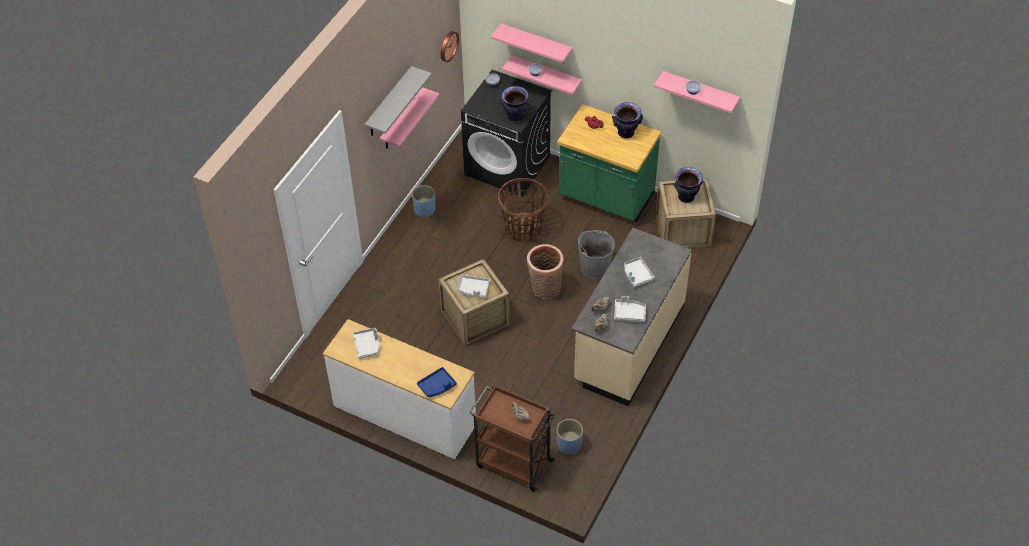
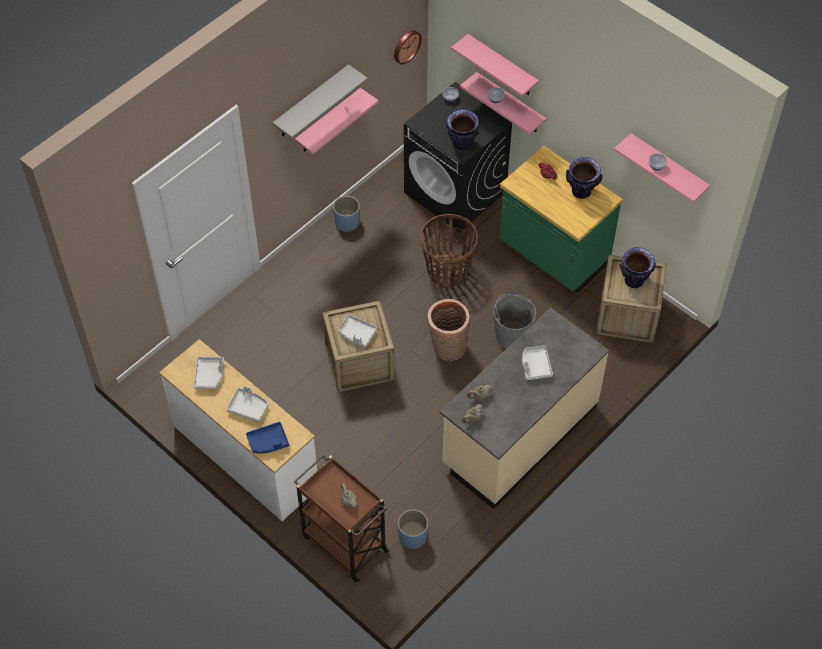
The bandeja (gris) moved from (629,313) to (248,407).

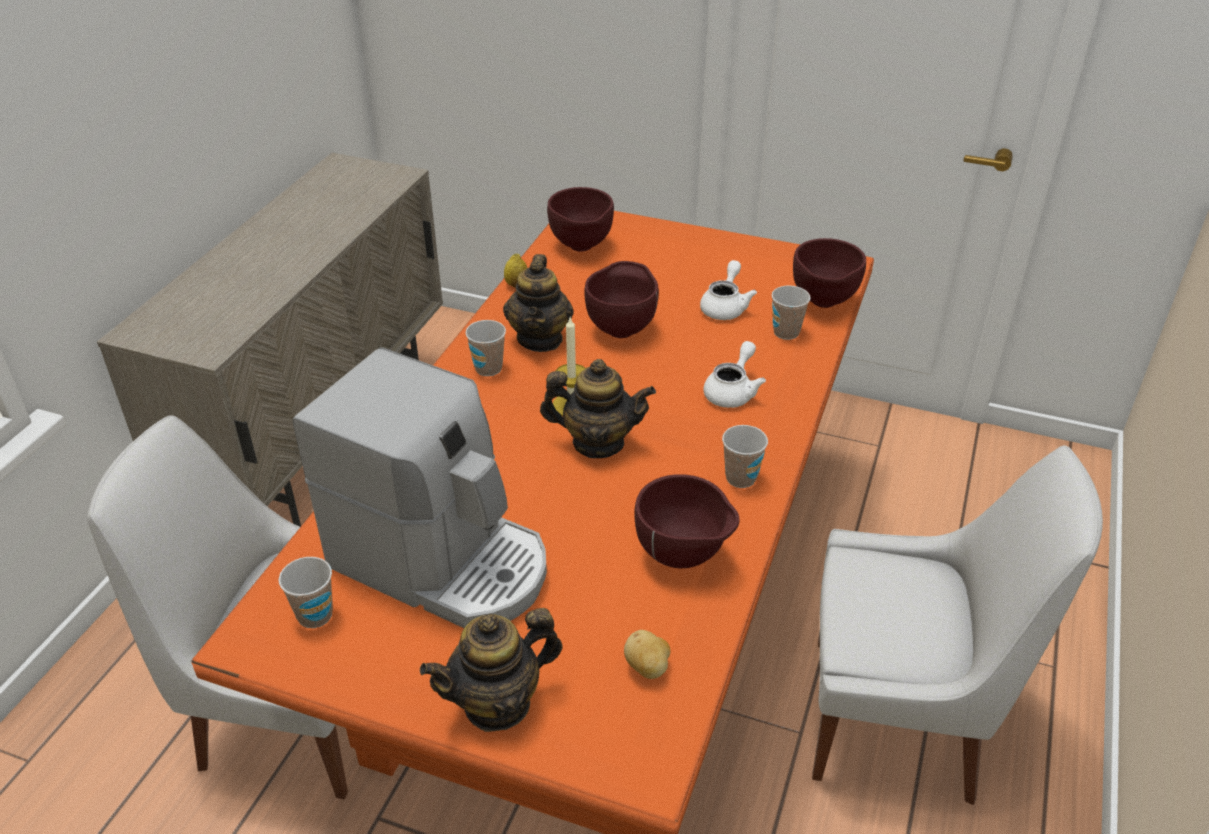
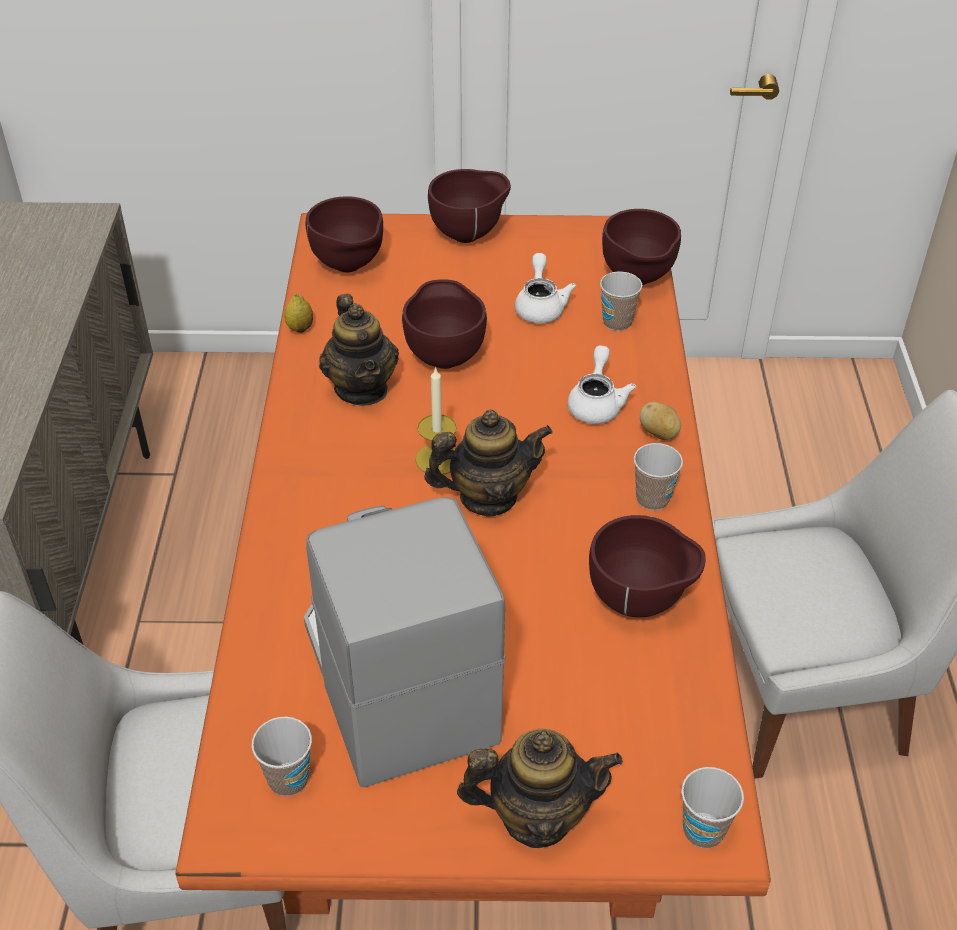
The cuenco (marrón) at (469,235) appeared.
The taza moved from (488,368) to (703,830).
The patata moved from (647,668) to (659,434).
The cafetera at (443,562) turned 120 degrees counterclockwise.
The tetera at (497,704) turned 135 degrees counterclockwise.

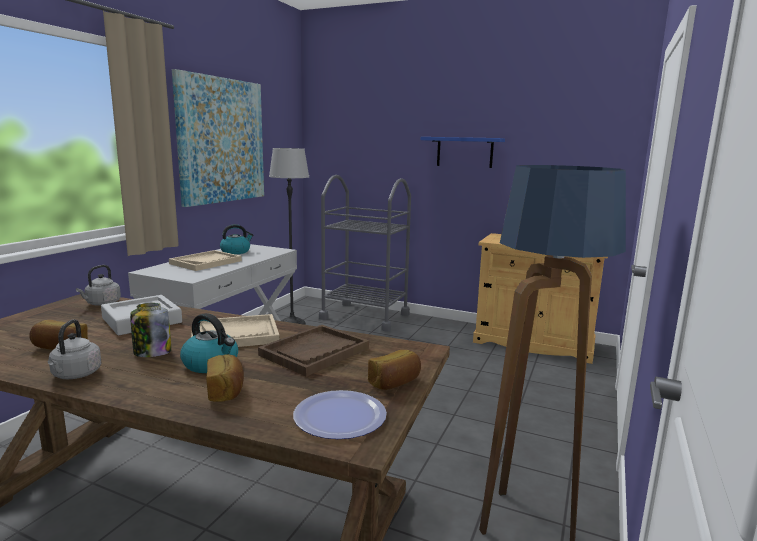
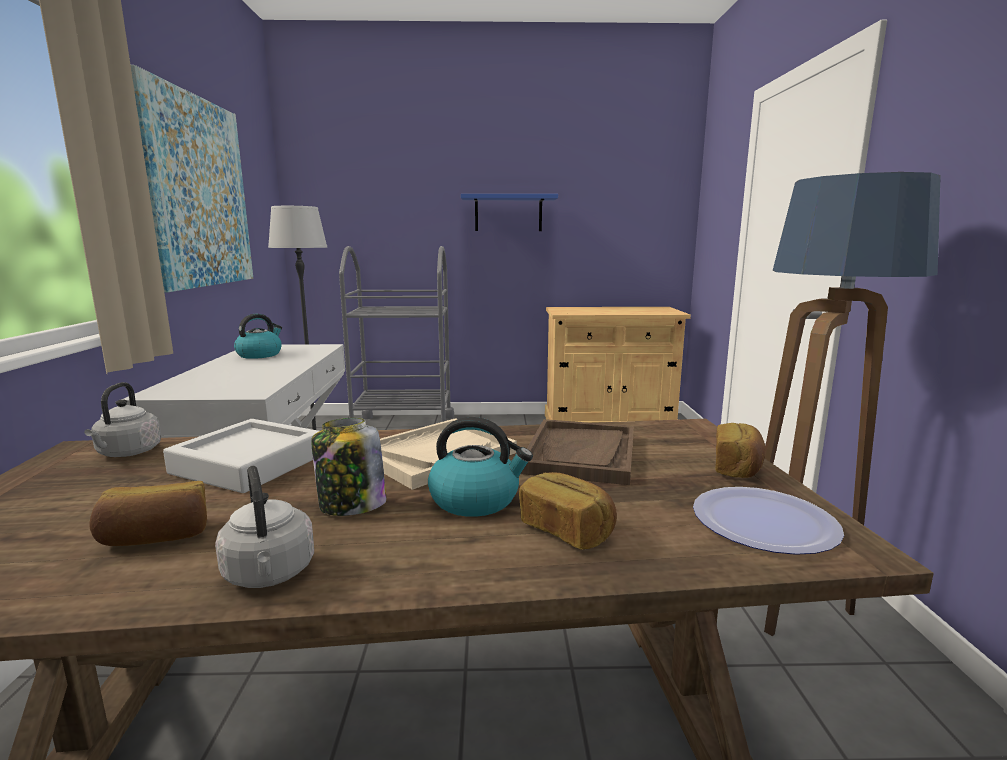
The bandeja (beis) at (206,262) disappeared.

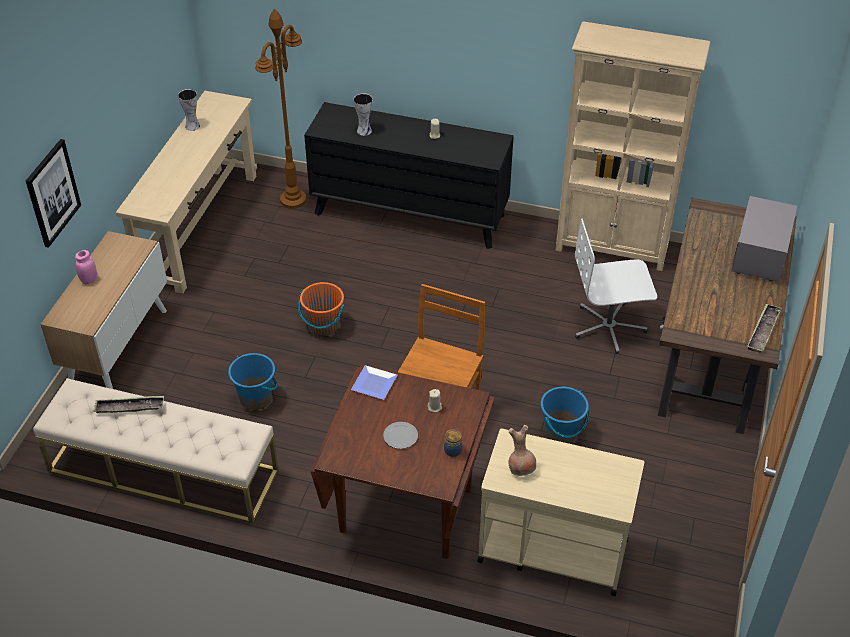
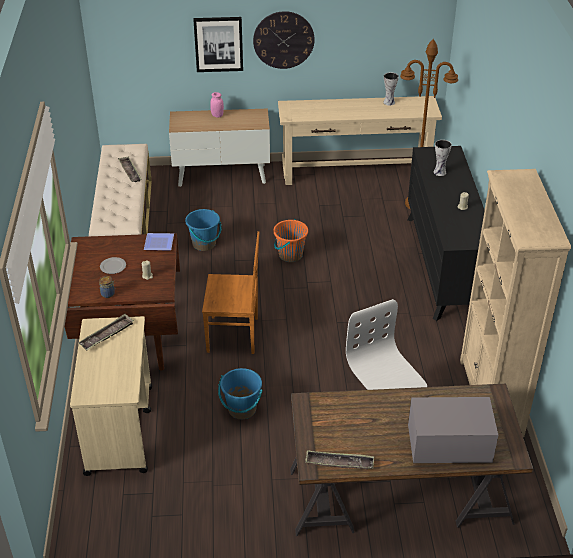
The reloj de pared at (283,40) appeared.
The florero (marrón) at (521,468) was replaced by the bandeja at (107,335).

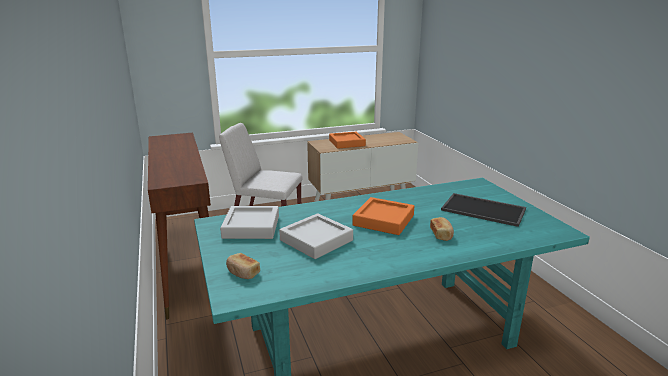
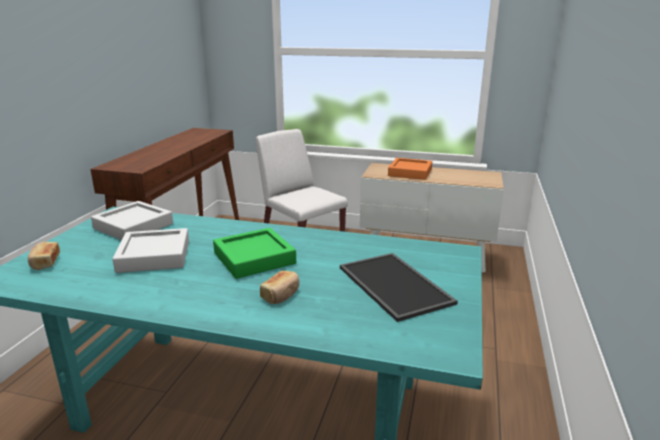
The bandeja (naranja) at (383,220) became the bandeja (verde) at (254,258).

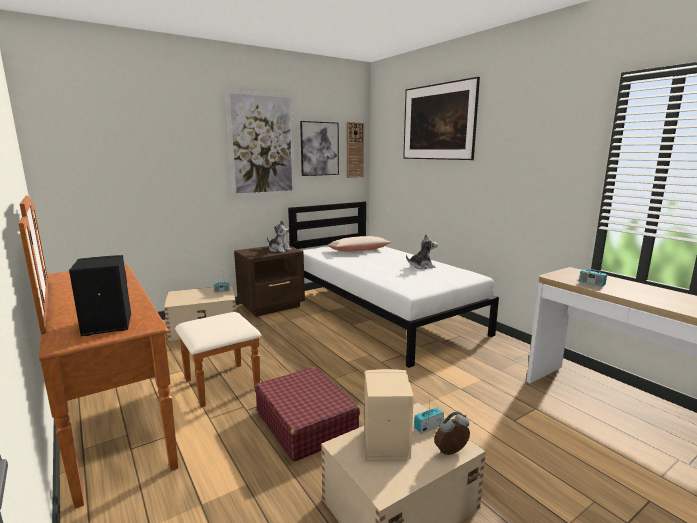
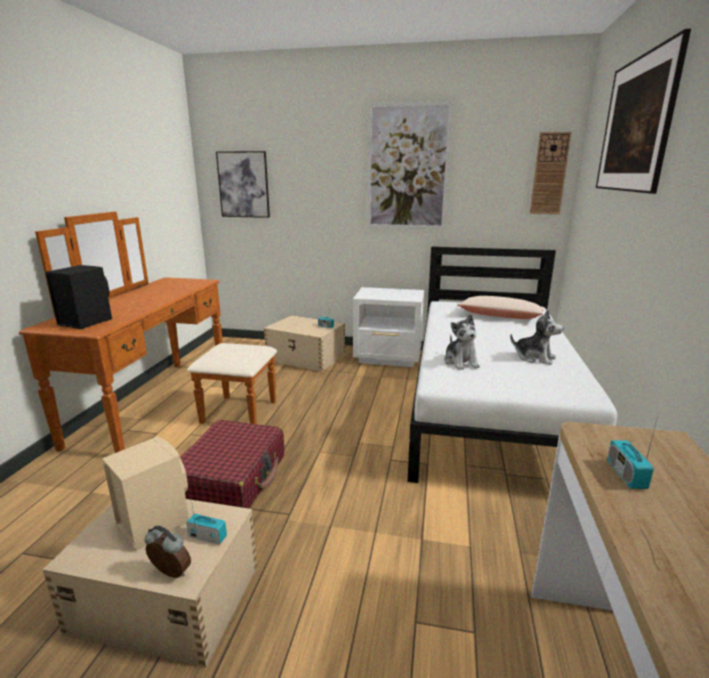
The peluche moved from (279,250) to (460,362).
The cuadro moved from (319,149) to (243,184).
The mesita de noche (marrón) at (272,306) became the mesita de noche (blanco) at (389,358).

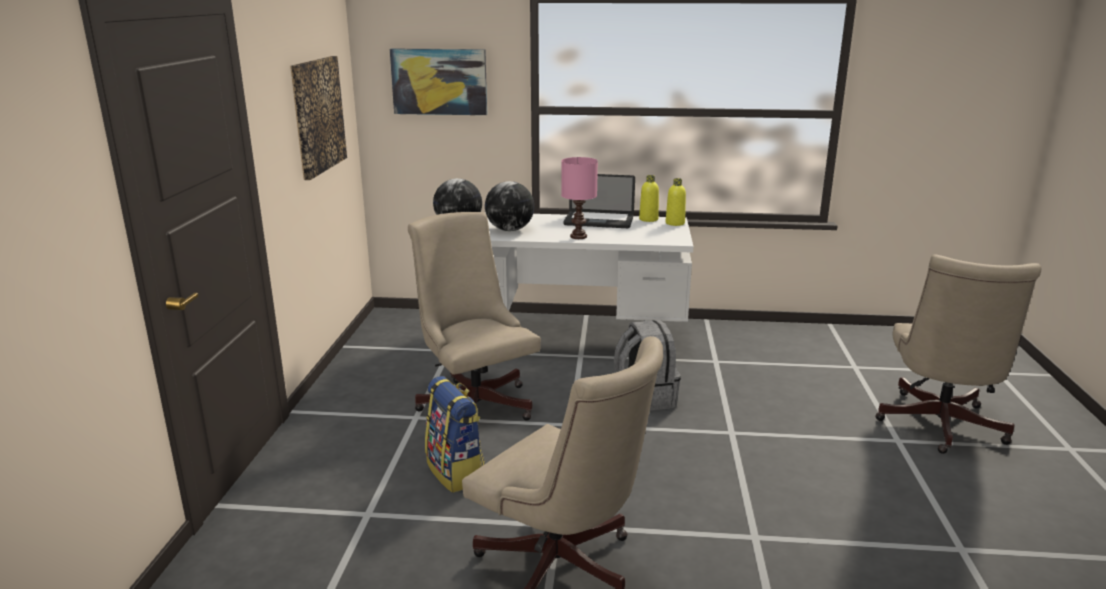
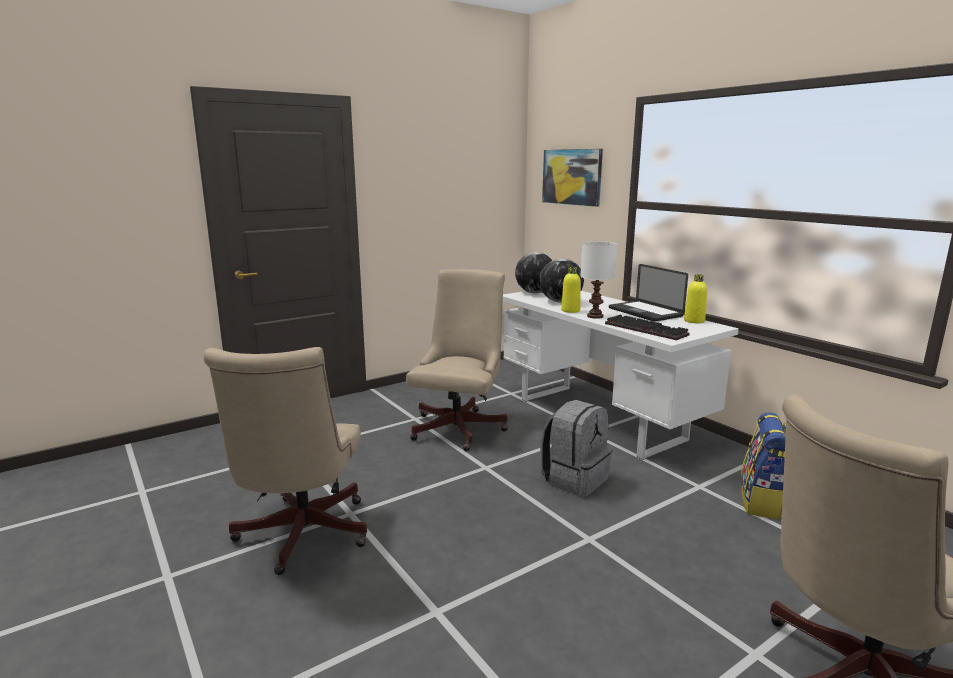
The cuadro at (318,115) disappeared.
The teclado at (647,329) appeared.
The mochila moved from (457,472) to (763,503).
The botella (amarillo) moved from (675,223) to (570,310).
The lámpara de mesa (rosa) at (578,237) became the lámpara de mesa (blanco) at (594,316).

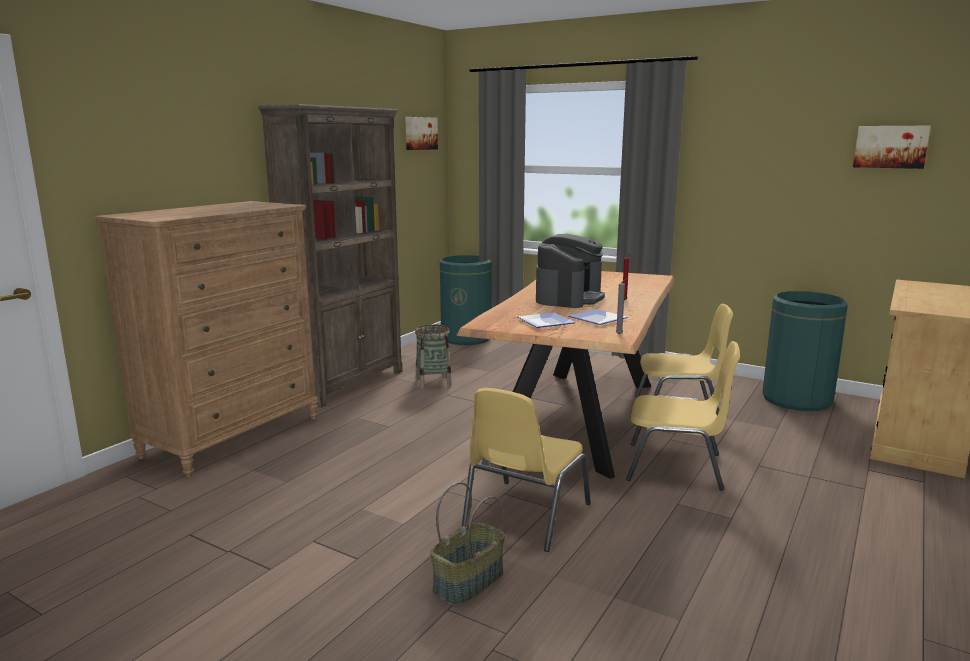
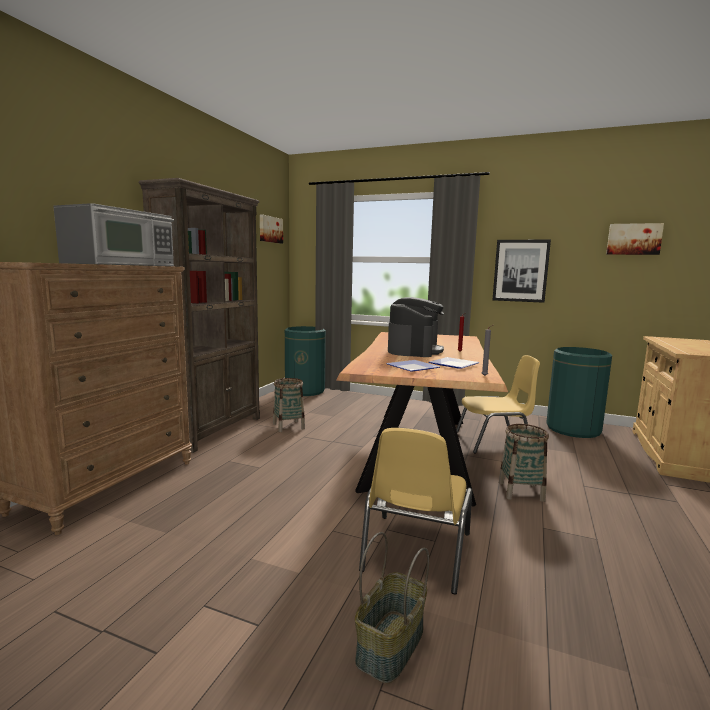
The microondas at (122,264) appeared.
The cuadro at (520,270) appeared.
The silla (amarillo) at (676,467) was replaced by the cesta at (521,491).

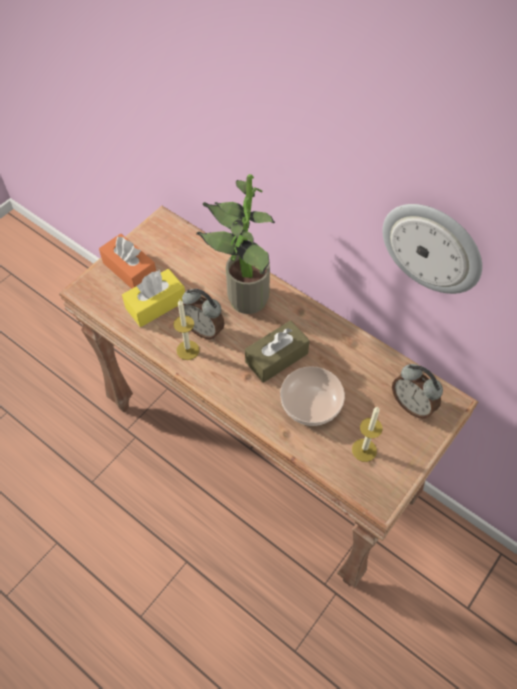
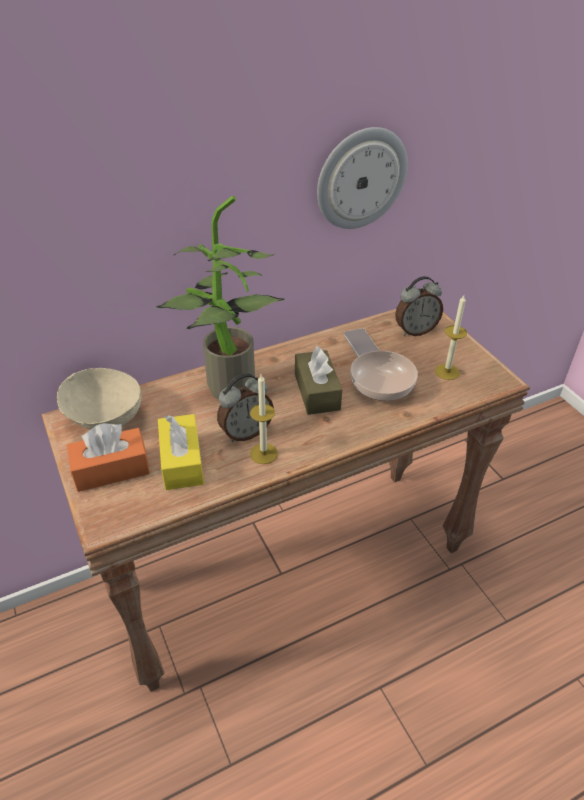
The cuenco (beis) at (104,418) appeared.
The móvil at (362,345) appeared.

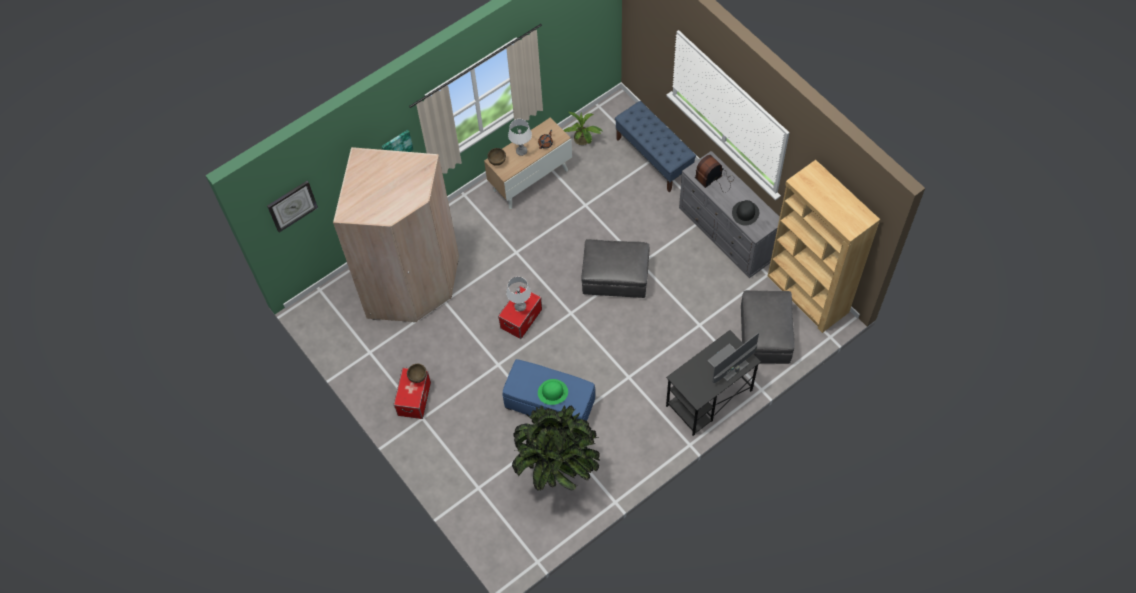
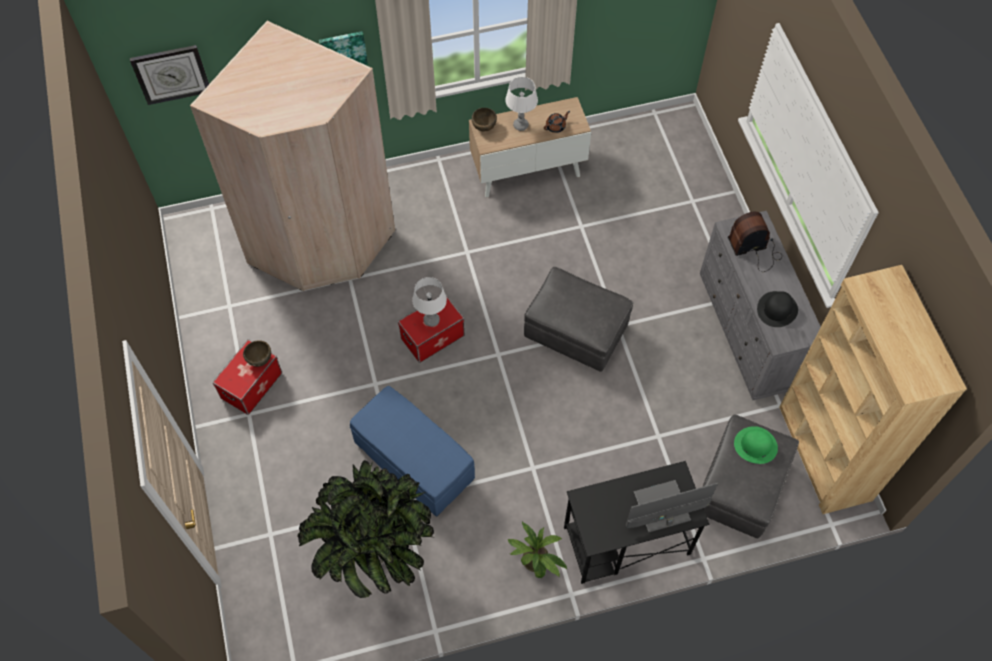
The banco (azul) at (654,157) disappeared.
The sombrero (verde) moved from (552,392) to (755,445).
The planta en maceta moved from (583,140) to (536,563).

